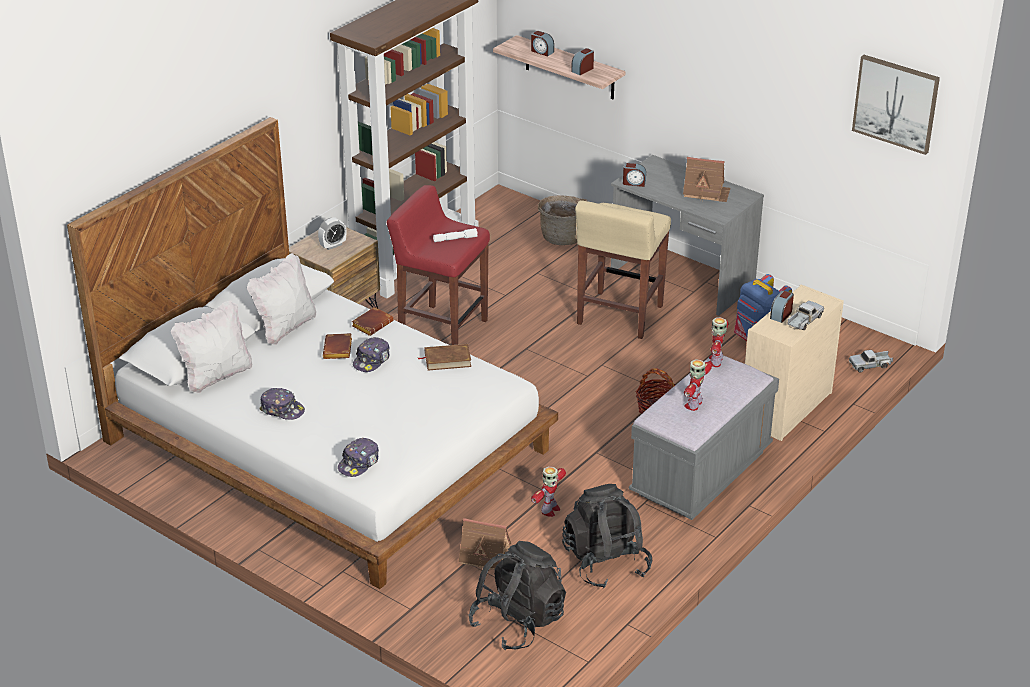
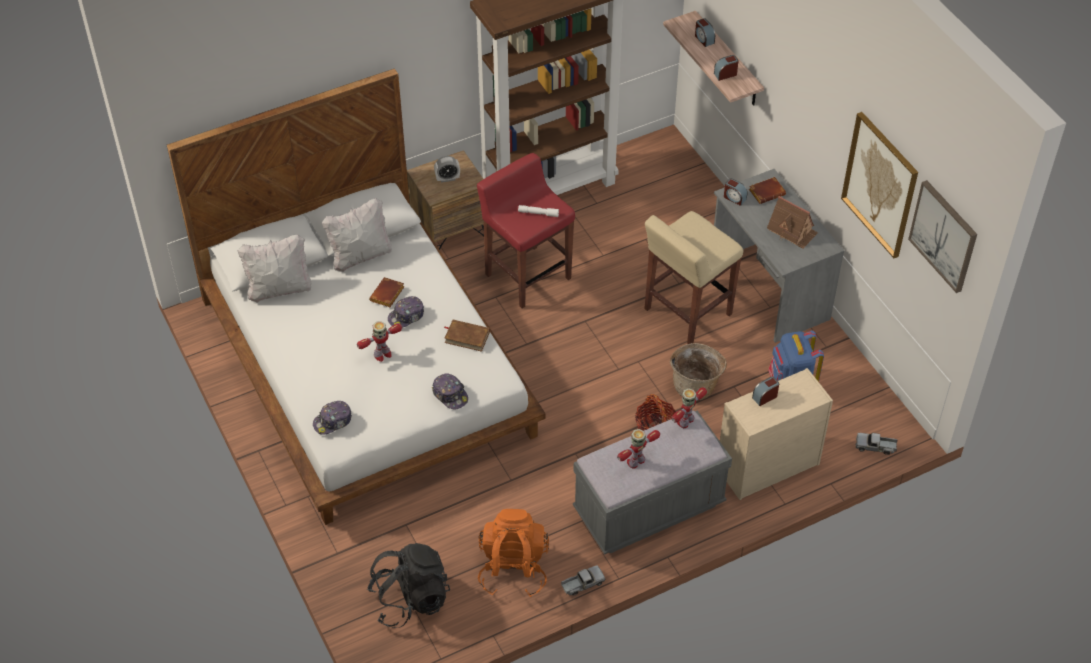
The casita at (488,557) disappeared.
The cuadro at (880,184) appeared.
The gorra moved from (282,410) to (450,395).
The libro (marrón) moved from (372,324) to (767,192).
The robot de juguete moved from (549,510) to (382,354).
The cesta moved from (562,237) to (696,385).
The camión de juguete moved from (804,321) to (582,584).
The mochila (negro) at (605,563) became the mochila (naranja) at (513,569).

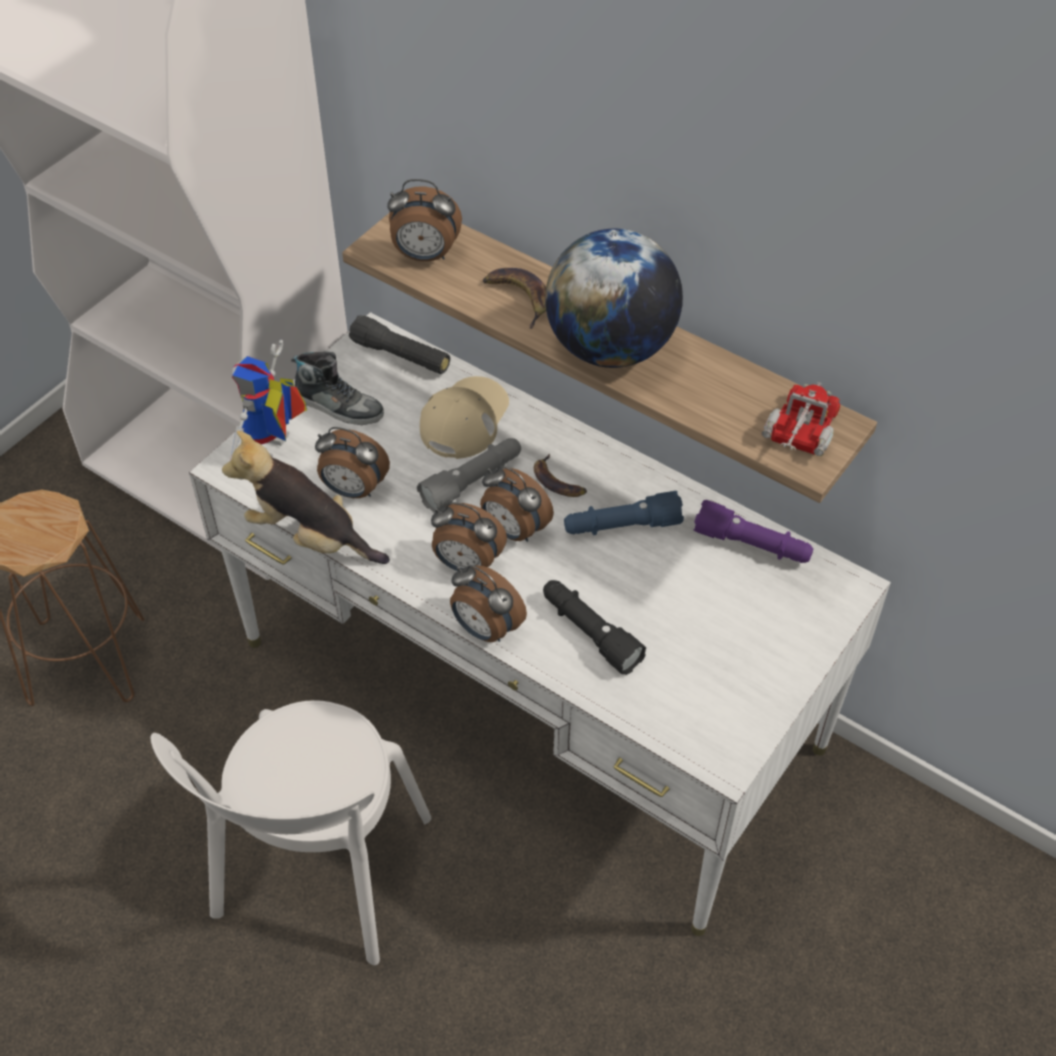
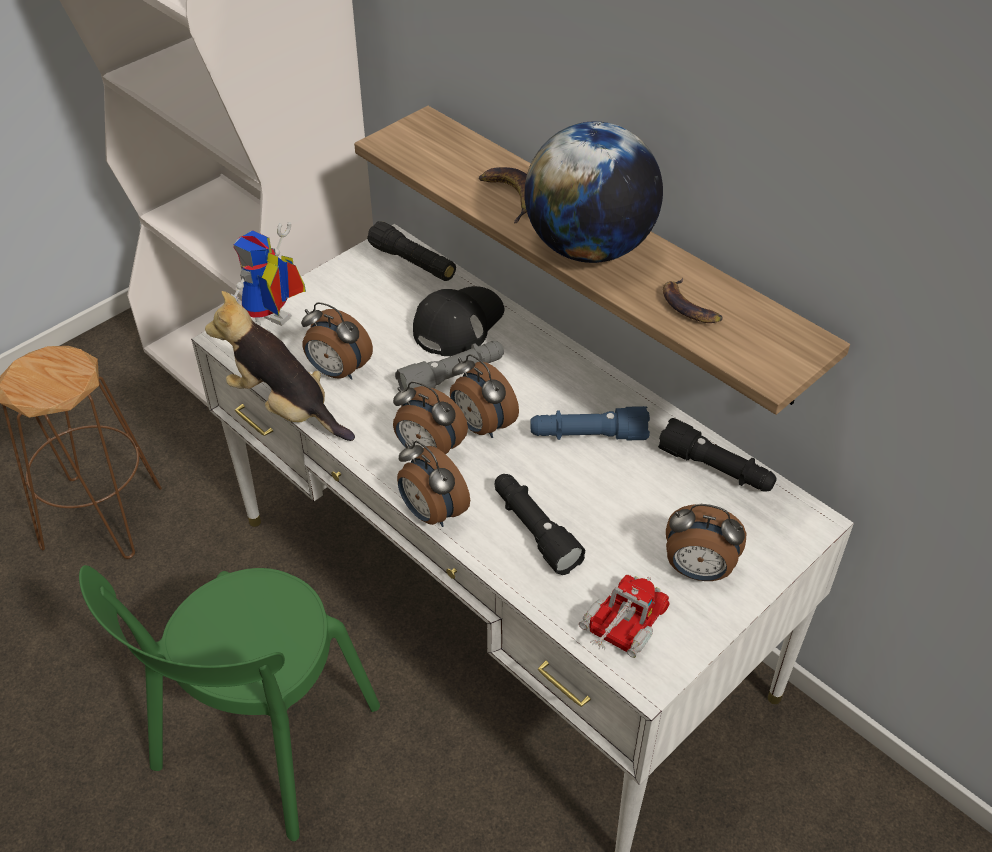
The zapato at (339,405) disappeared.
The despertador moved from (425,256) to (698,570).
The plátano moved from (558,481) to (689,306).
The camión de juguete moved from (799,435) to (621,628).
The silla (blanco) at (319,875) became the silla (verde) at (261,744).
The gorra (beis) at (464,419) became the gorra (negro) at (458,323).
The linterna (morado) at (752,545) became the linterna (negro) at (716,469).

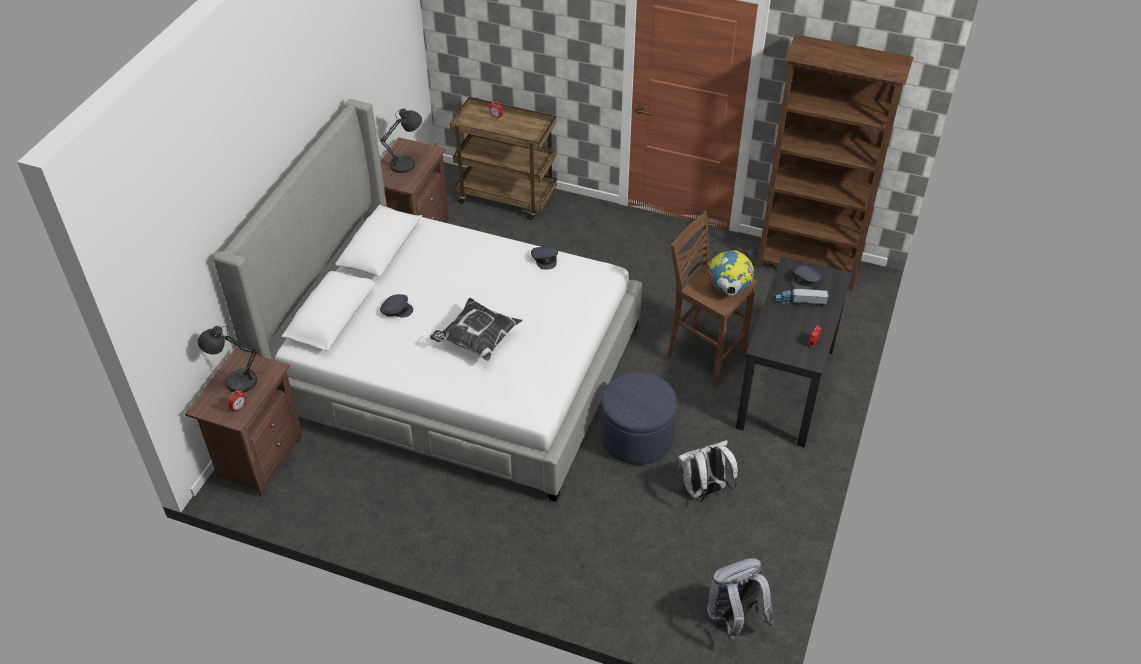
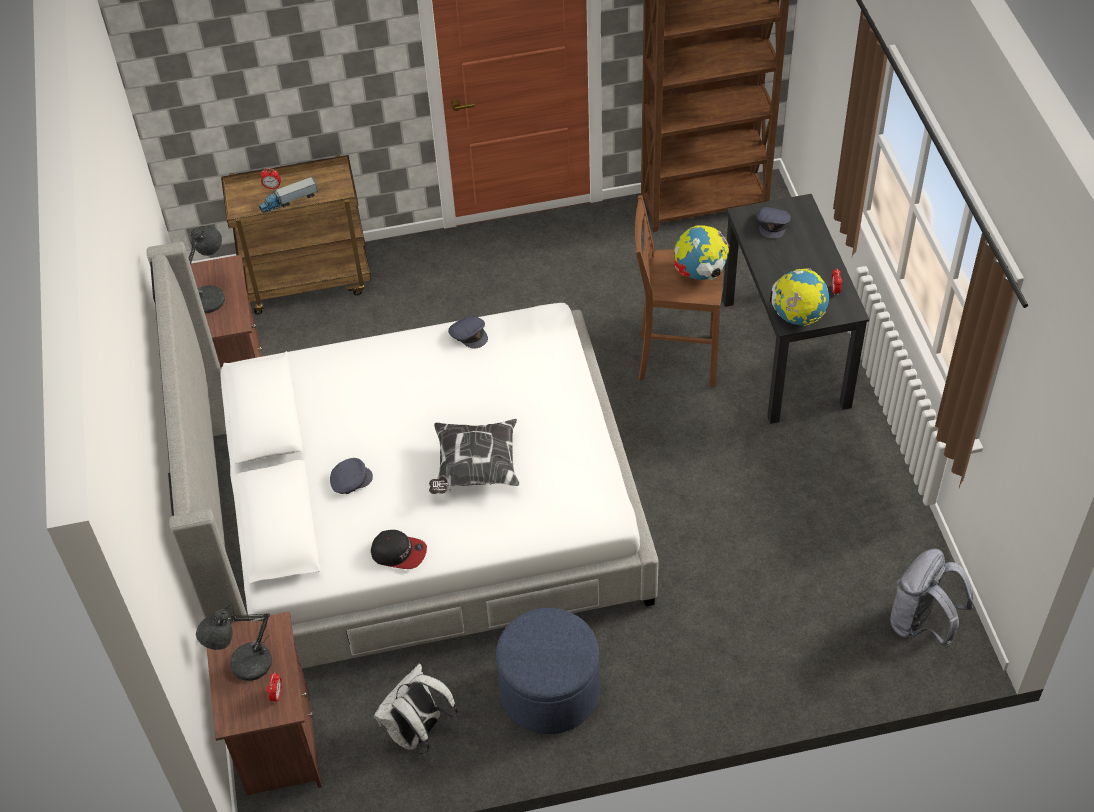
The gorra at (399,552) appeared.
The globo terráqueo at (797,316) appeared.
The puf (azul) moved from (636,437) to (549,691).
The mochila (blanco) moved from (704,491) to (418,732).
The camión de juguete moved from (800,302) to (289,201).

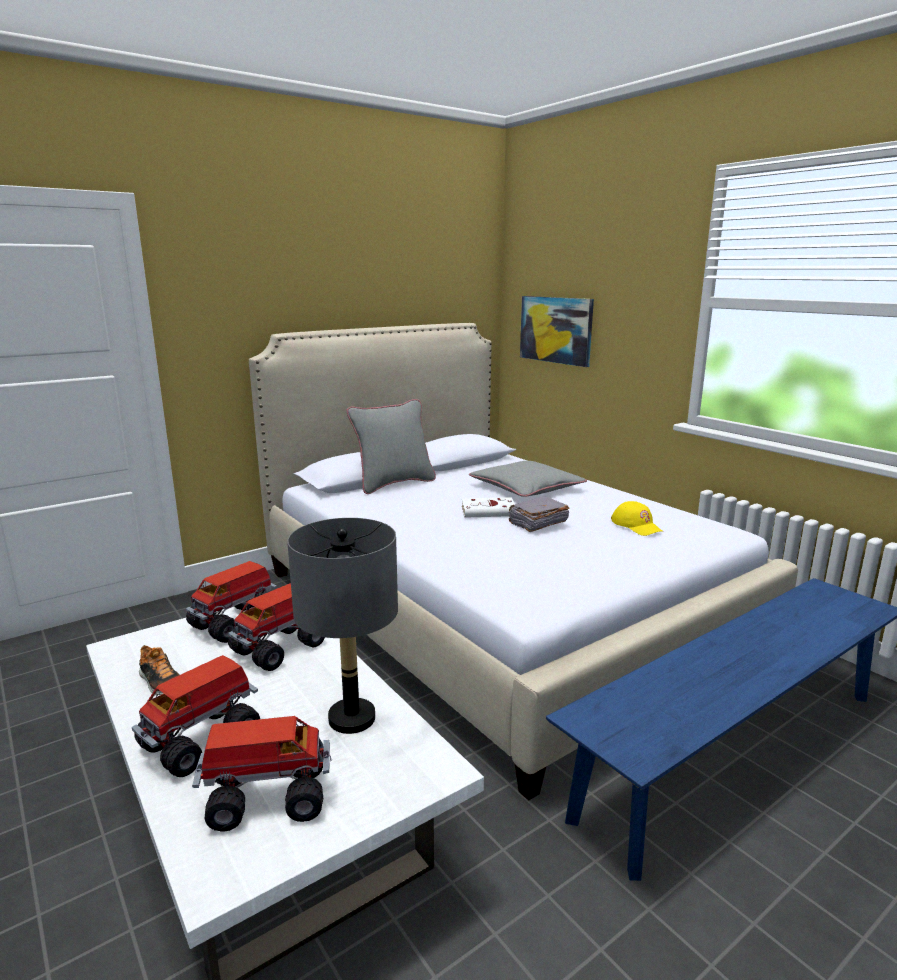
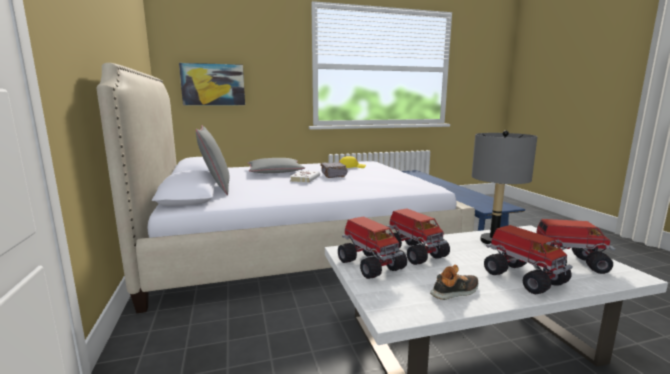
The camión de juguete at (266,796) turned 90 degrees clockwise.

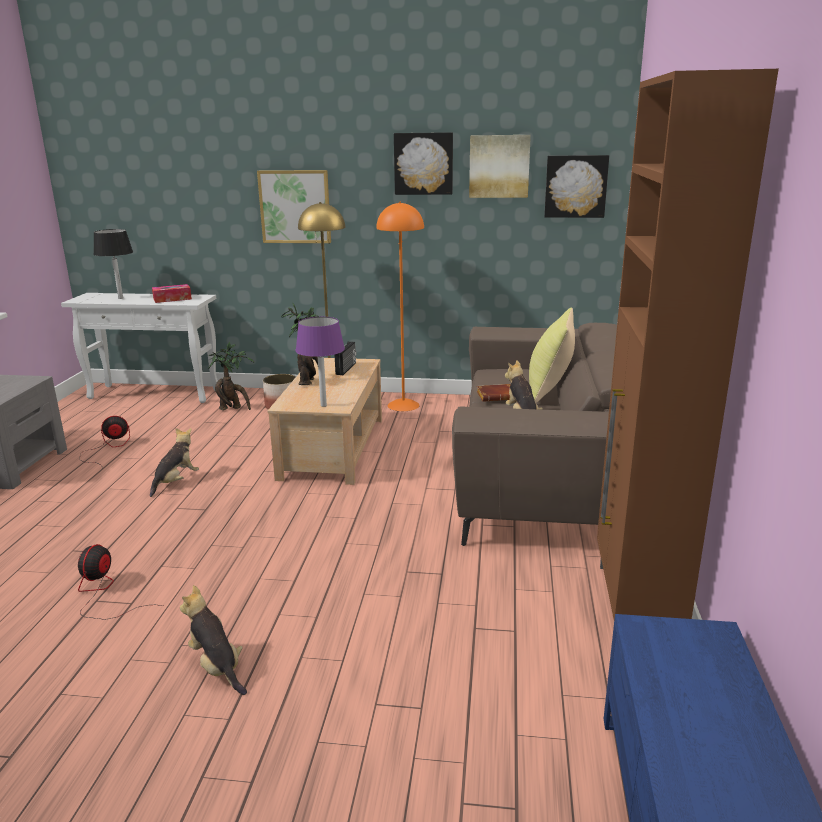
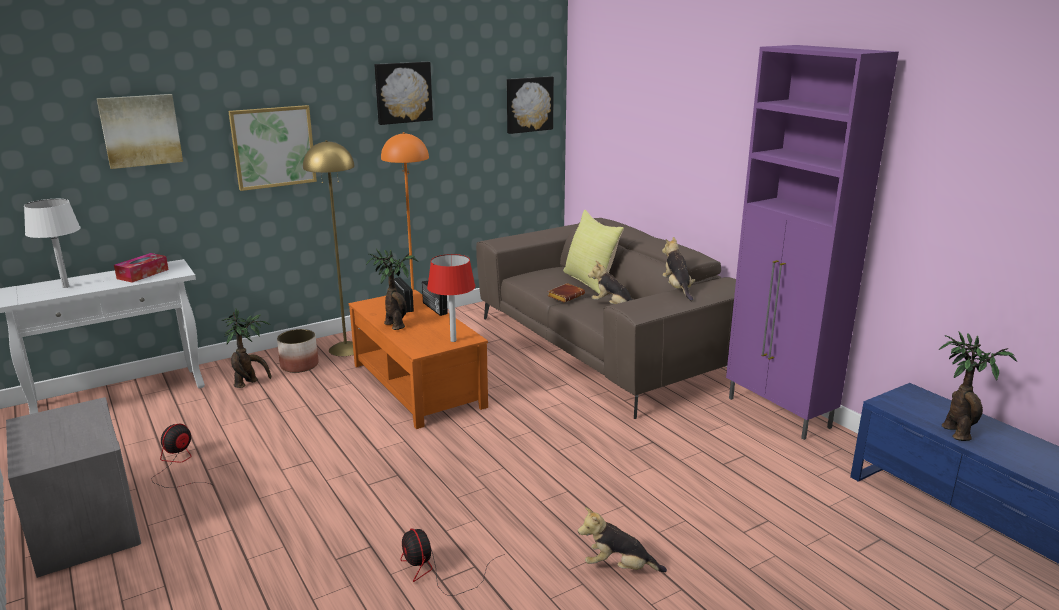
The radio at (434,308) appeared.
The planta en maceta at (956,431) appeared.
The peluche moved from (176,482) to (677,289).
The cuadro moved from (499,166) to (140,130).
The lámpara de mesa (negro) at (121,298) became the lámpara de mesa (blanco) at (66,287).
The mesa de centro (beis) at (334,448) became the mesa de centro (naranja) at (419,385).
The lámpara de mesa (morado) at (323,405) became the lámpara de mesa (rojo) at (453,341).
The armario (marrón) at (635,607) became the armario (morado) at (779,413).

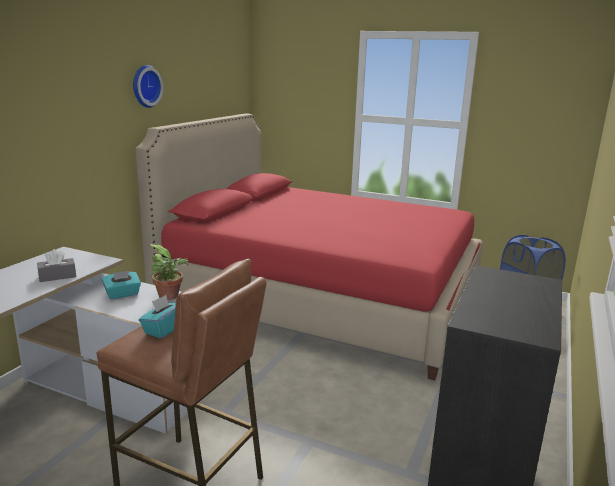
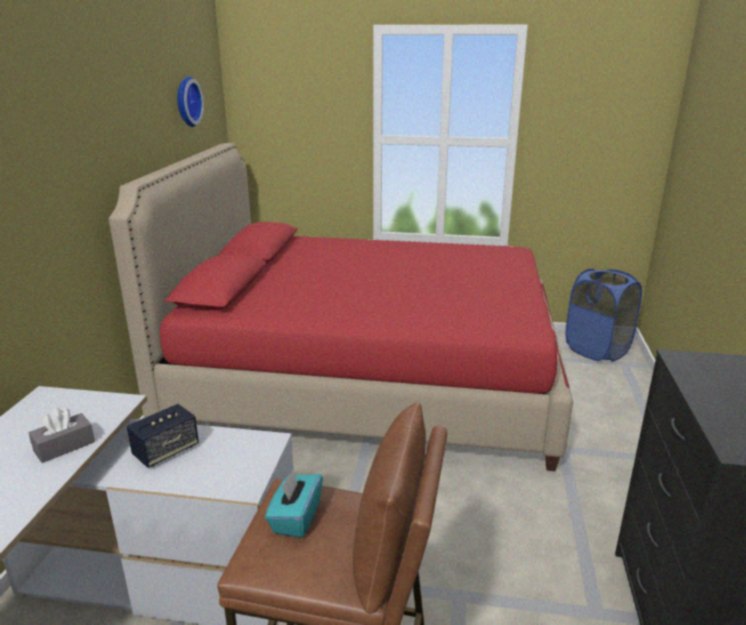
The planta en maceta at (171,297) disappeared.
The reloj de pared moved from (145,86) to (186,101).
The caja de pañuelos (turquesa) at (122,294) was replaced by the altavoz at (166,451).

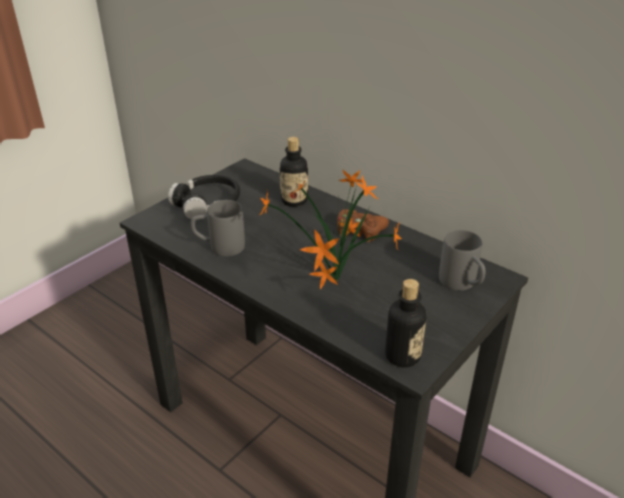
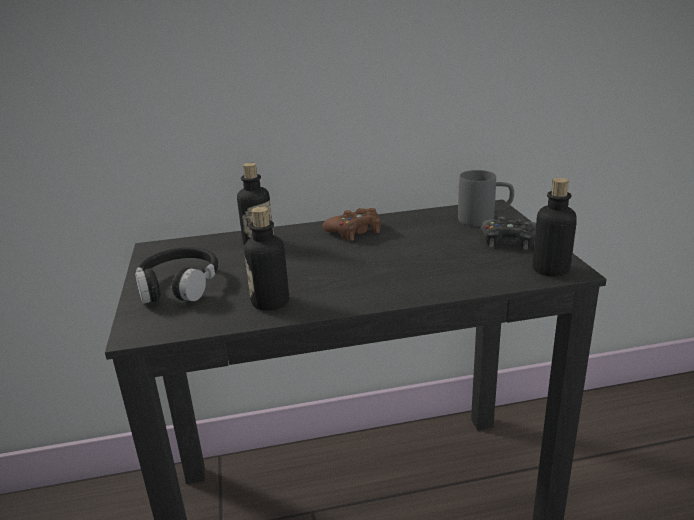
The planta en maceta at (334,283) disappeared.
The mando de consola (negro) at (509,241) appeared.
The taza grande (gris) at (219,247) was replaced by the botella at (270,302).

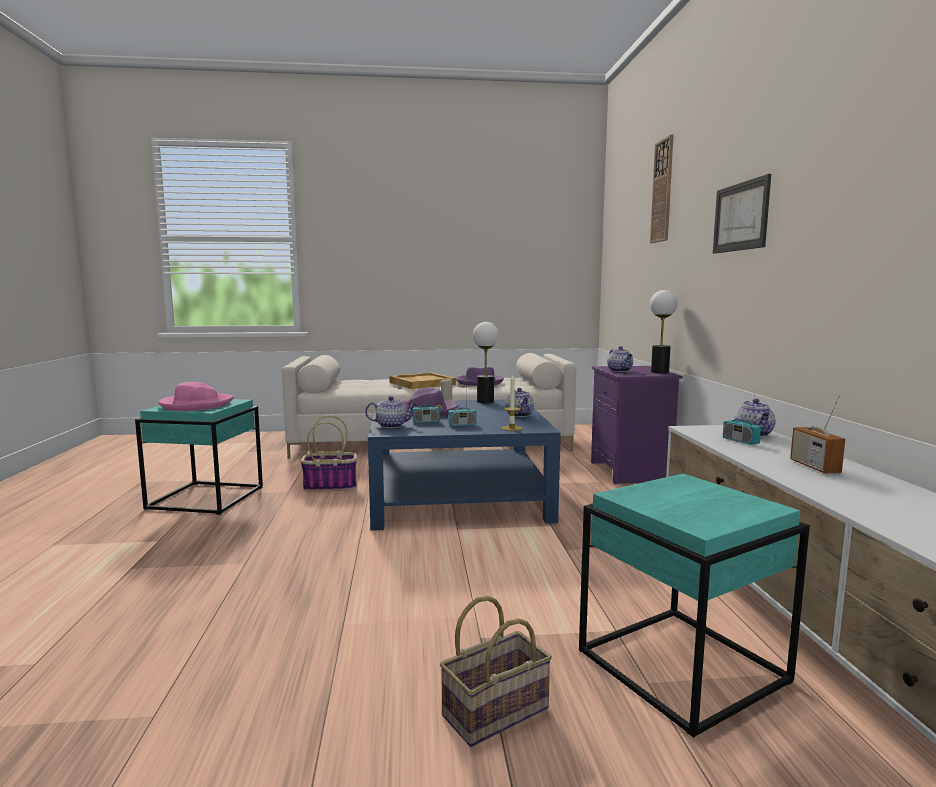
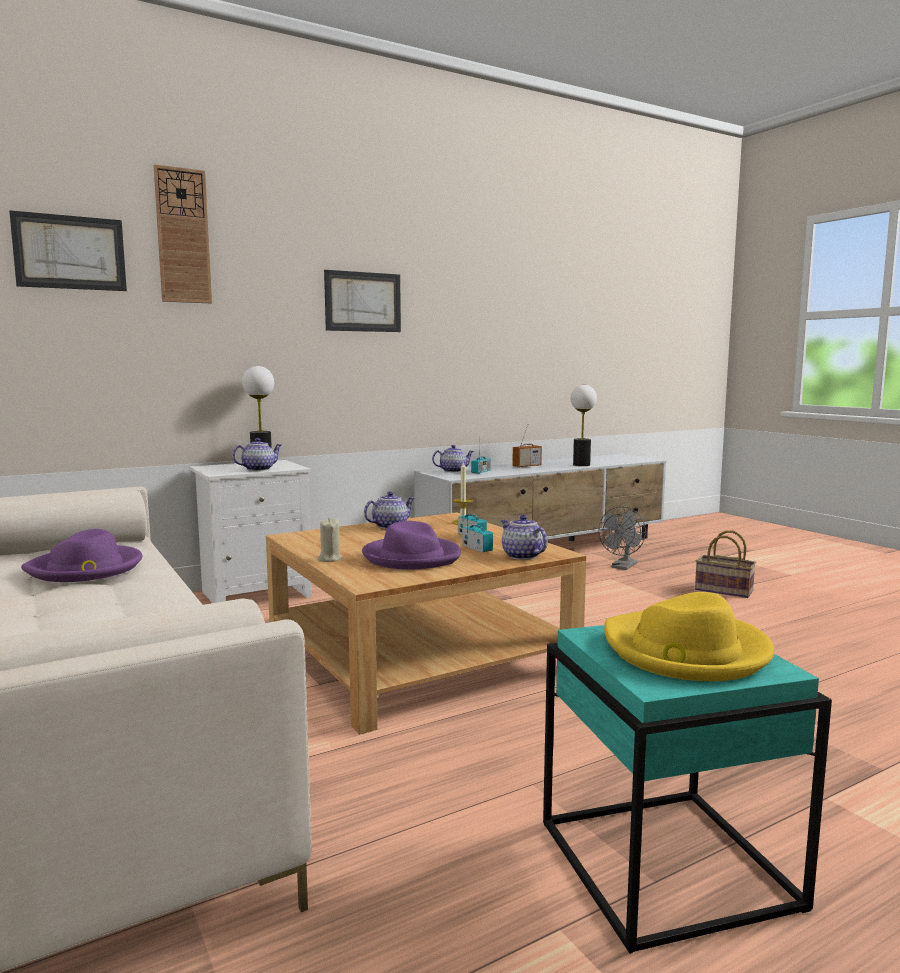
The cesta at (331,486) disappeared.
The bandeja (beis) at (421,383) disappeared.
The cuadro at (70,252) appeared.
The lámpara de mesa moved from (485,401) to (581,465).
The mesa auxiliar (turquesa) at (682,667) was replaced by the ventilador (gris) at (622,567).
The sombrero (rosa) at (196,405) became the sombrero (amarillo) at (685,651).
The mesa de centro (azul) at (457,495) became the mesa de centro (beis) at (418,656).
The mesita de noche (morado) at (631,472) became the mesita de noche (blanco) at (256,593).

